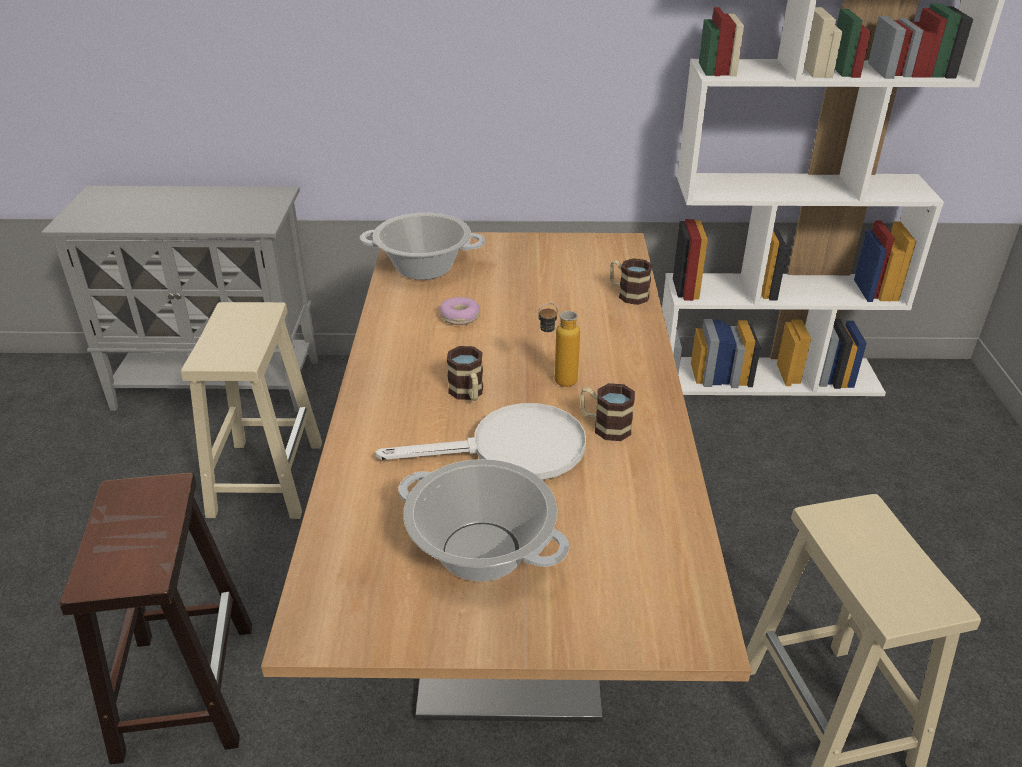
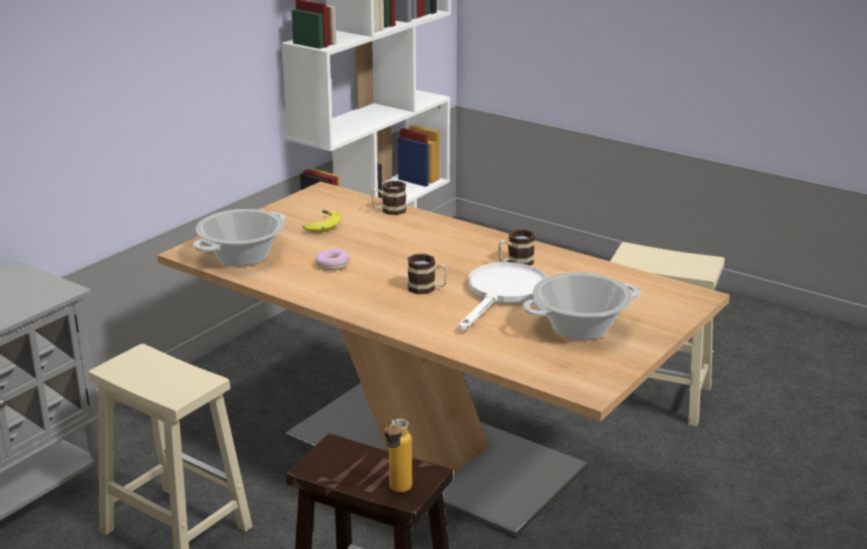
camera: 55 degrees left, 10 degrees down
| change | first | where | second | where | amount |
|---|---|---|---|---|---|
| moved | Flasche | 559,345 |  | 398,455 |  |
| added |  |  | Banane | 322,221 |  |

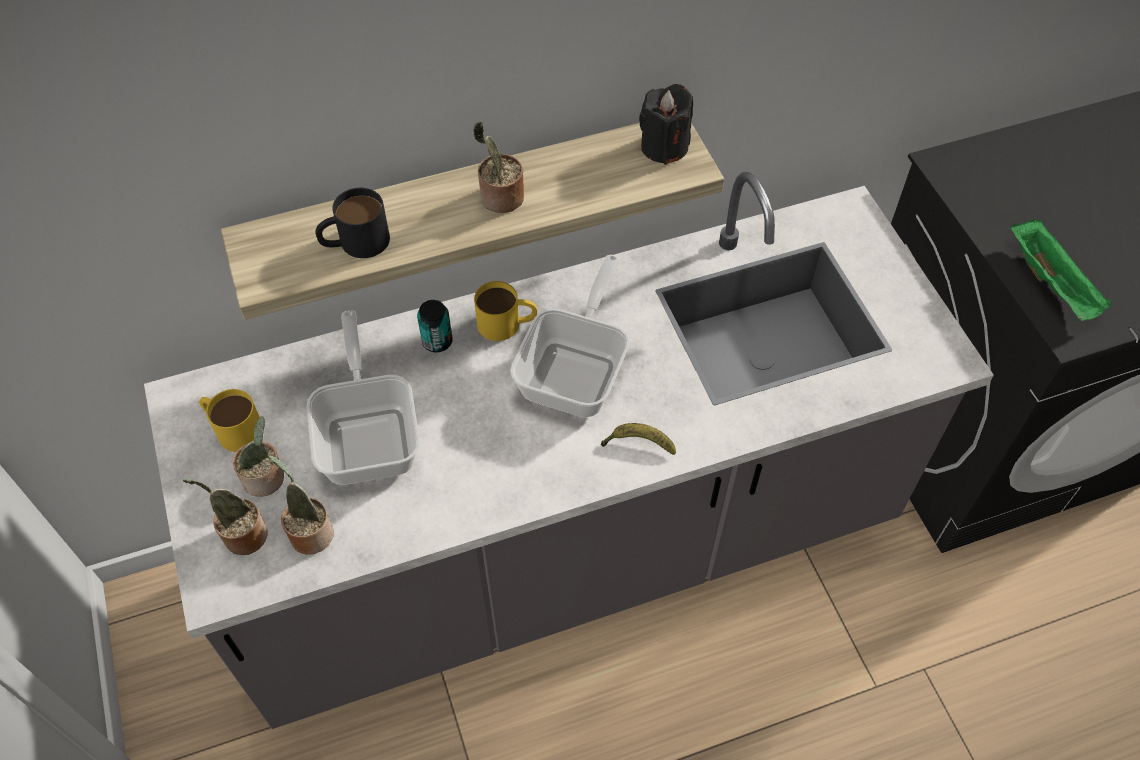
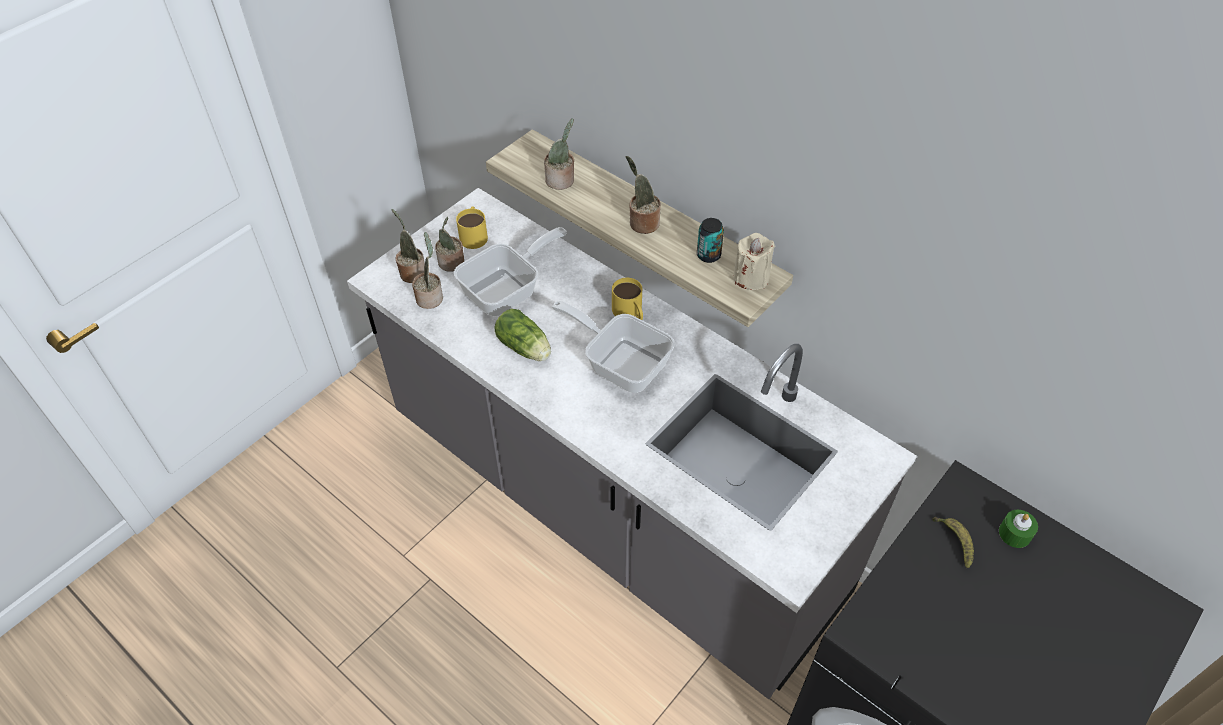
camera: 60 degrees right, 5 degrees down
| change | first | where | second | where | amount |
|---|---|---|---|---|---|
| replaced | Henkelbecher/schwarz | 352,223 | Topfpflanze | 559,154 |  |
| moved | Dose | 435,326 |  | 710,240 |  |
| turned | Pfanne | 570,336 |  | 613,347 | 135 degrees counterclockwise |
| moved | Banane | 638,439 |  | 953,542 |  |
| recoloured | Kerze/schwarz | 666,124 | Kerze/beige | 754,261 |  |
| removed | Tablett/grün | 1060,270 |  |  |  |
| added |  |  | Salatkopf | 522,335 |  |
| added |  |  | Kerze/grün | 1018,529 |  |

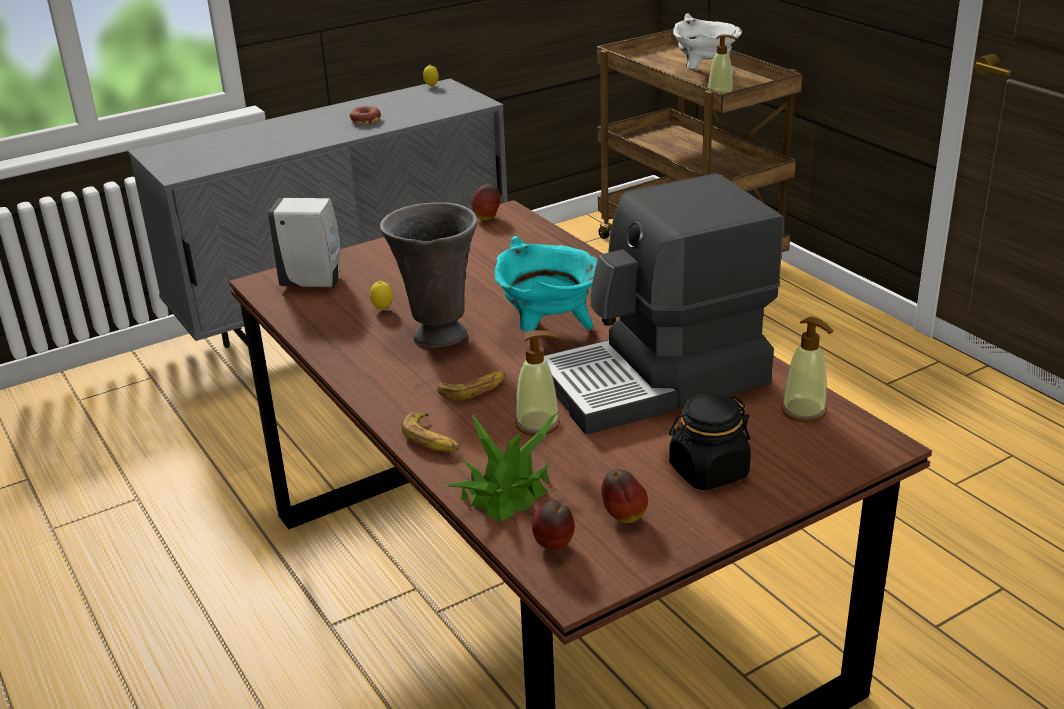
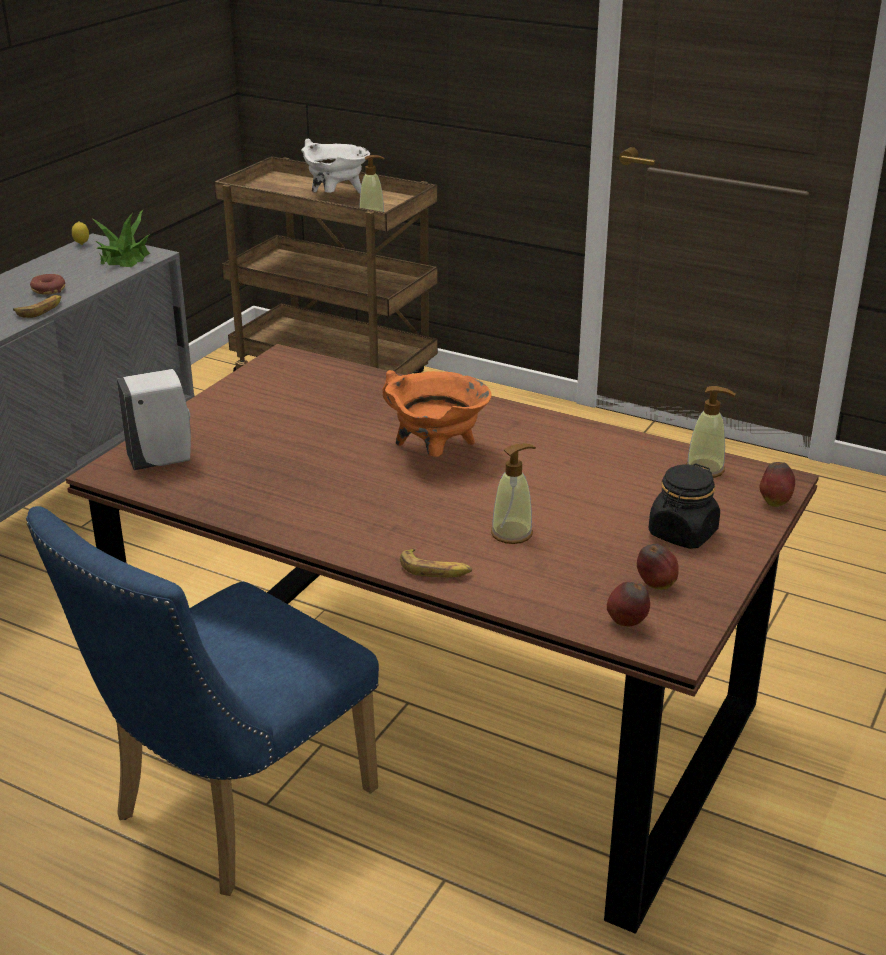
camera: 30 degrees left, 0 degrees up
| change | first | where | second | where | amount |
|---|---|---|---|---|---|
| removed | Zitrone | 381,295 |  |  |  |
| removed | Vase/grau | 428,274 |  |  |  |
| moved | Banane | 471,386 |  | 37,306 |  |
| moved | Topfpflanze | 500,467 |  | 121,238 |  |
| moved | Apfel | 486,202 |  | 777,484 |  |
| recoloured | Kochtopf/türkis | 546,284 | Kochtopf/orange | 437,413 |  |
| removed | Kaffeemaschine | 664,304 |  |  |  |
| added |  |  | Stuhl/blau | 202,701 |  |

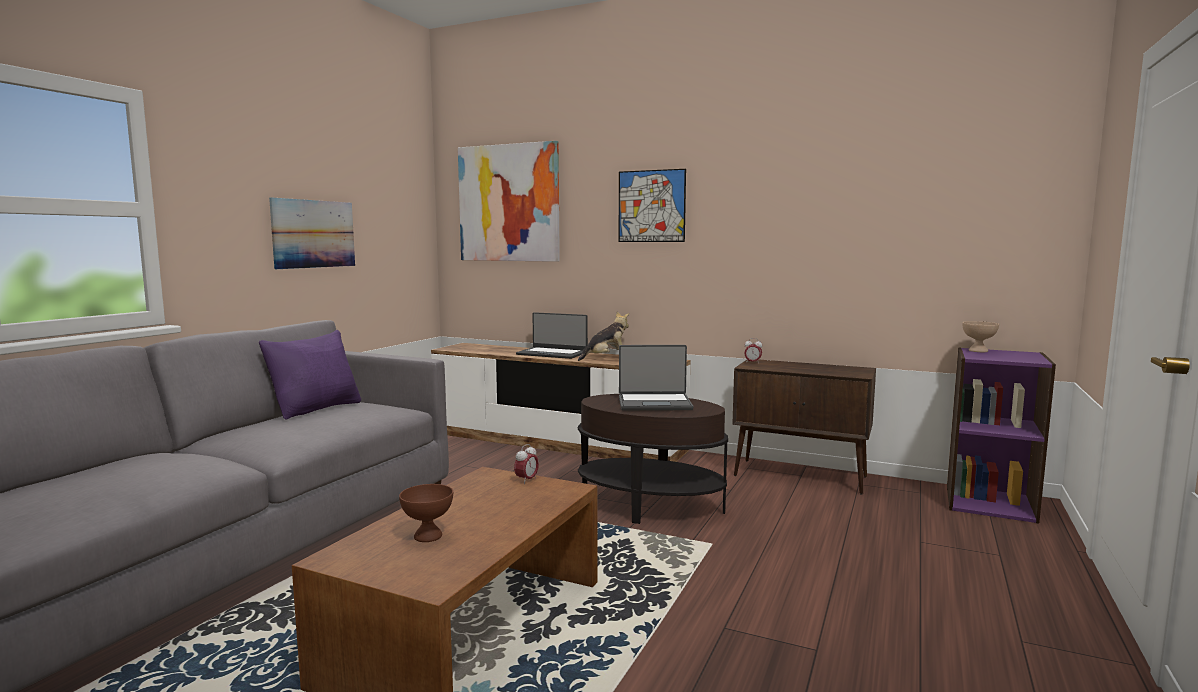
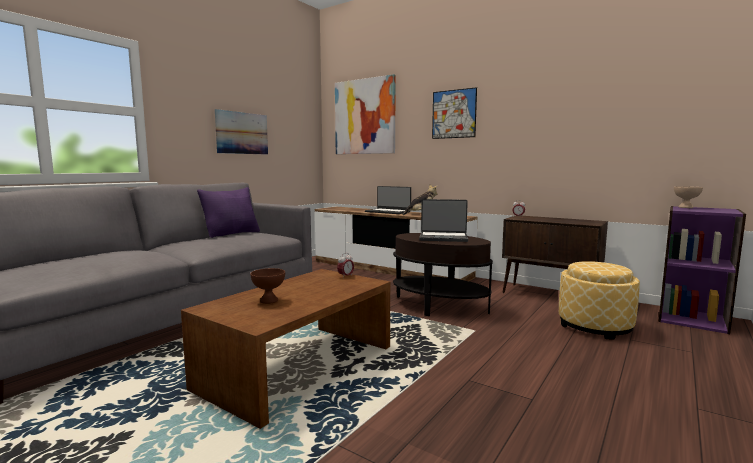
camera: 10 degrees right, 0 degrees up
| change | first | where | second | where | amount |
|---|---|---|---|---|---|
| added |  |  | Polsterhocker | 599,300 |  |

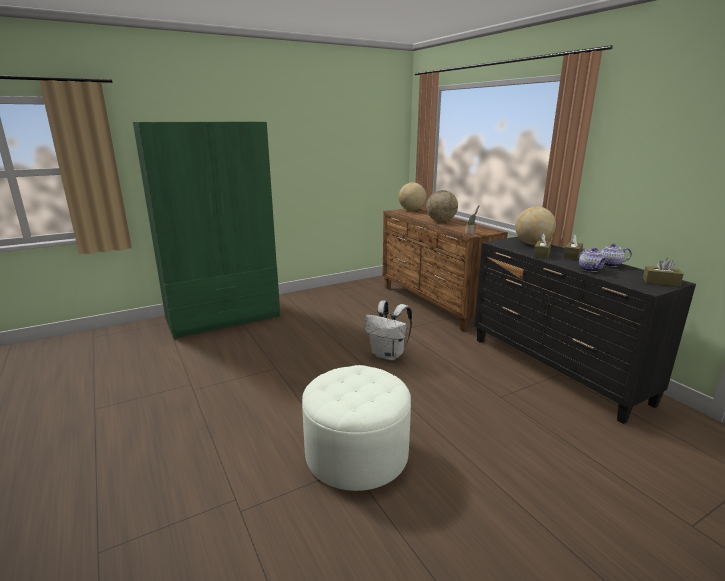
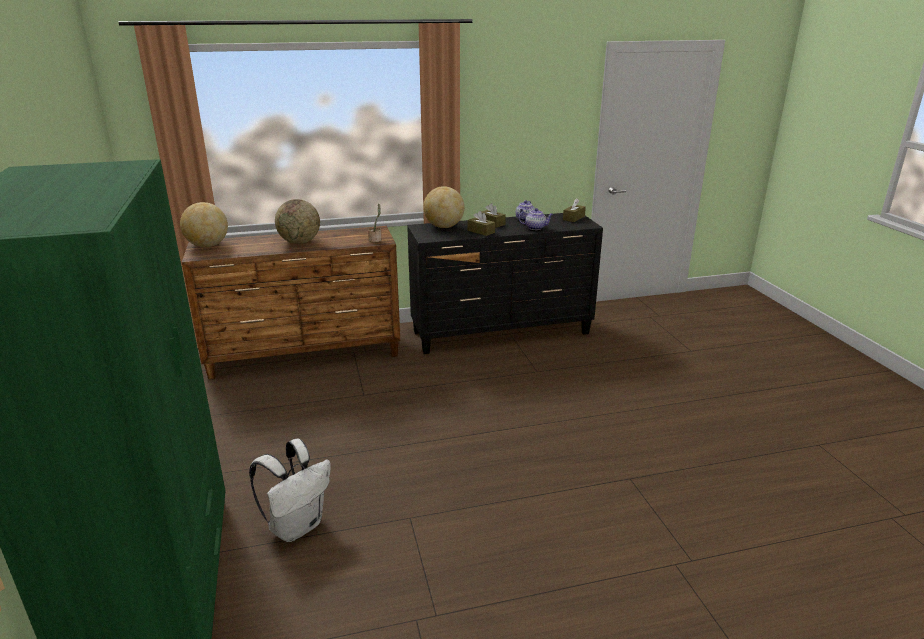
camera: 75 degrees left, 5 degrees up
| change | first | where | second | where | amount |
|---|---|---|---|---|---|
| removed | Polsterhocker/weiß | 356,428 |  |  |  |
| moved | Rucksack/weiß | 388,330 |  | 290,490 |  |

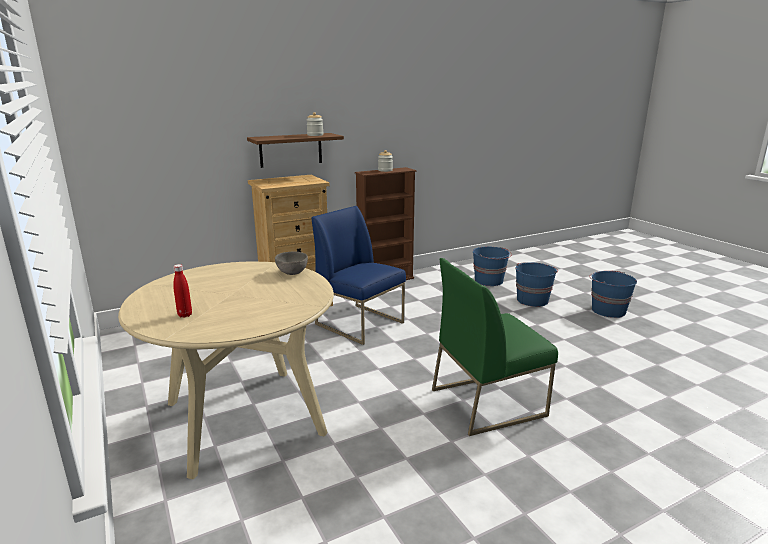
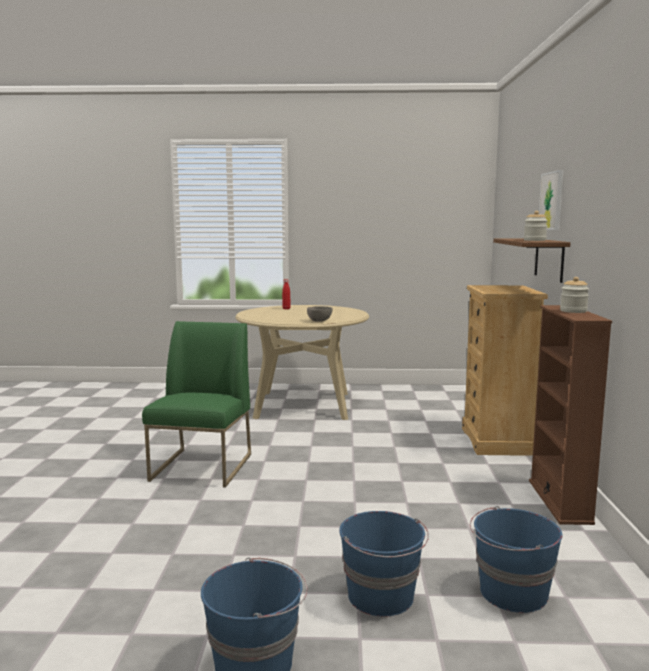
camera: 120 degrees right, 10 degrees down
| change | first | where | second | where | amount |
|---|---|---|---|---|---|
| removed | Stuhl/blau | 359,275 |  |  |  |
| added |  |  | Bild | 551,200 |  |

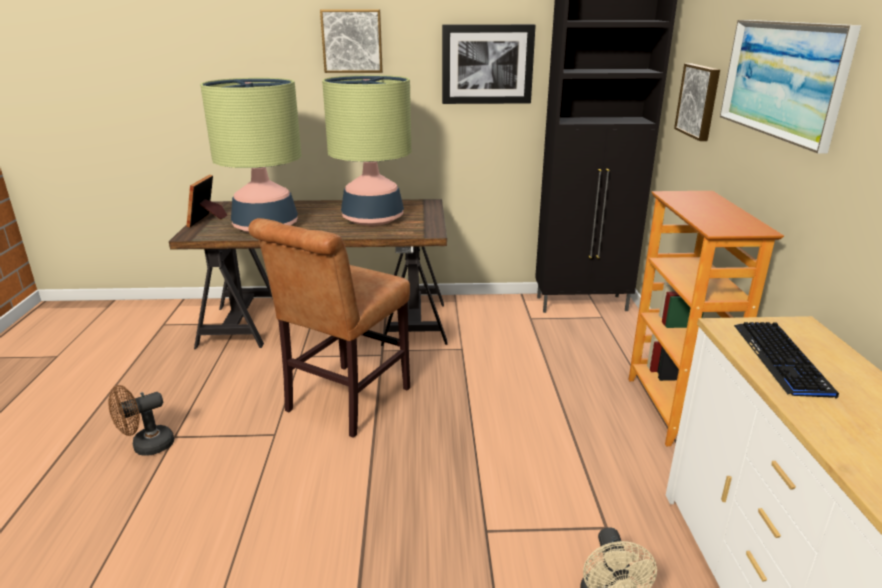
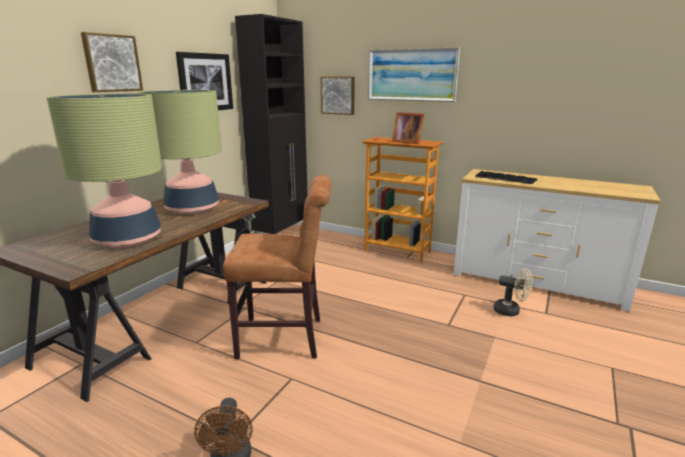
camera: 60 degrees left, 5 degrees down
| change | first | where | second | where | amount |
|---|---|---|---|---|---|
| moved | Bilderrahmen | 207,201 |  | 408,128 |  |
| turned | Stuhl/braun | 329,328 |  | 277,267 | 60 degrees counterclockwise |

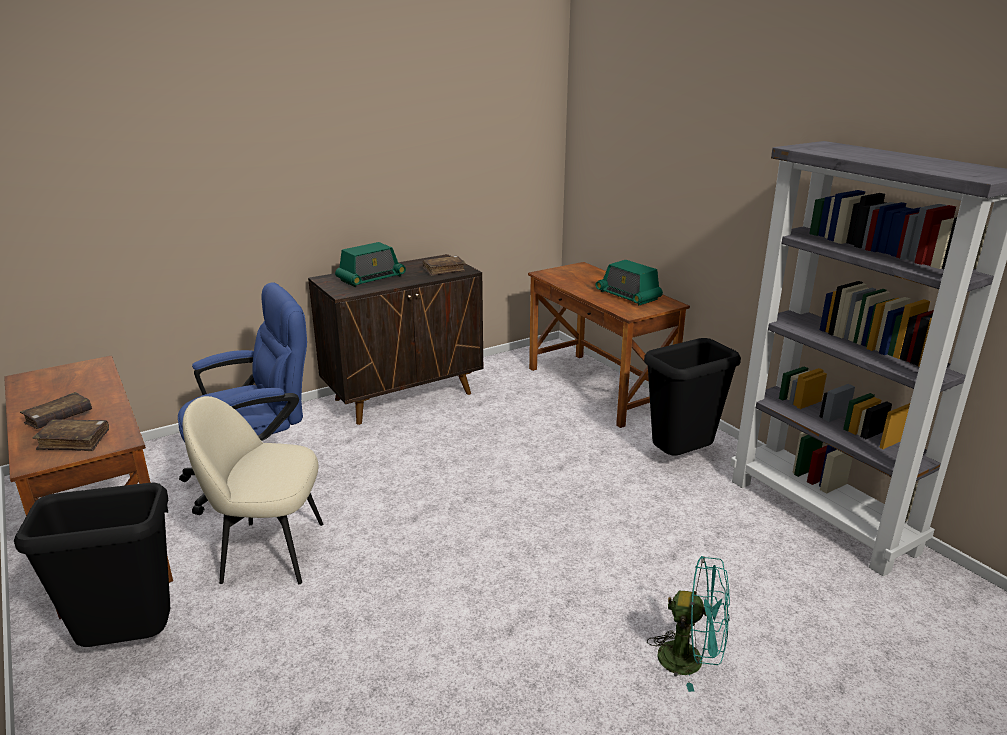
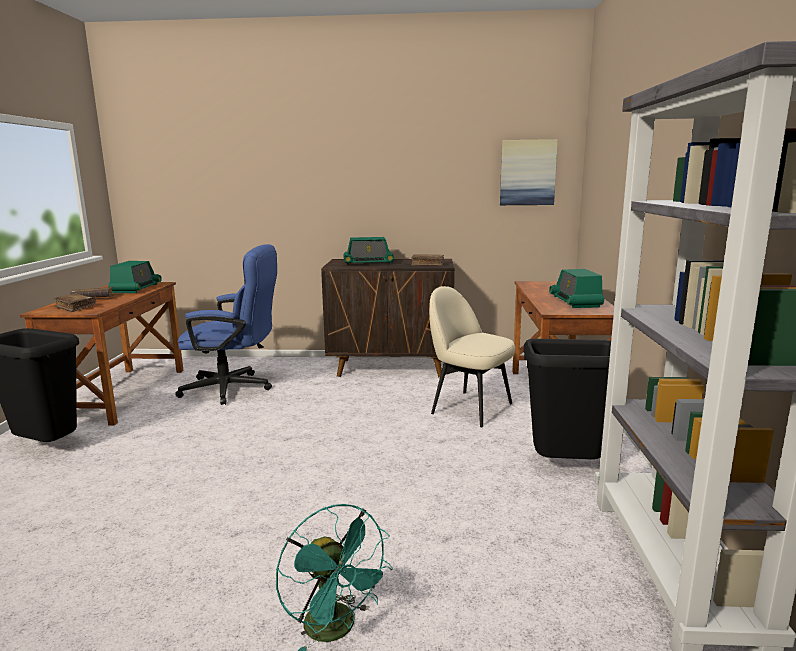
camera: 35 degrees right, 10 degrees down
| change | first | where | second | where | amount |
|---|---|---|---|---|---|
| moved | Stuhl/beige | 253,490 |  | 472,356 |  |
| added |  |  | Radio | 135,277 |  |
| added |  |  | Bild | 529,172 |  |

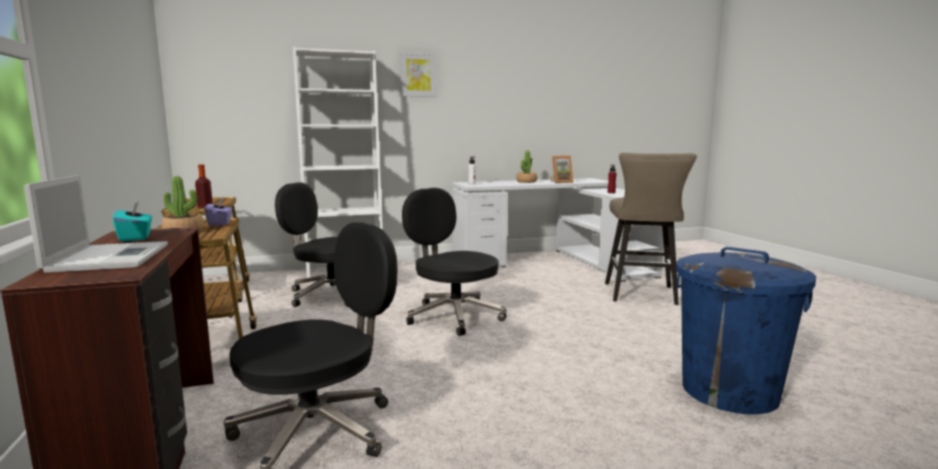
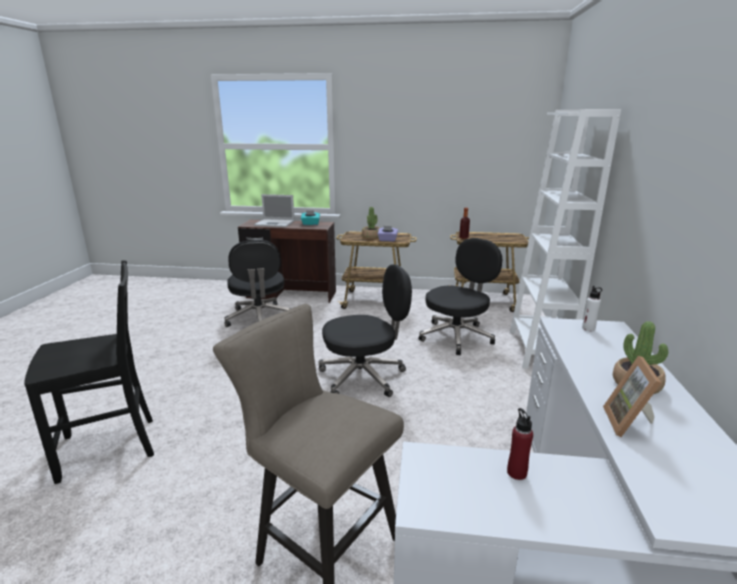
camera: 115 degrees right, 10 degrees up
| change | first | where | second | where | amount |
|---|---|---|---|---|---|
| removed | Bild | 418,74 |  |  |  |
| replaced | Mülleimer/blau | 746,330 | Stuhl/schwarz | 89,372 |  |

